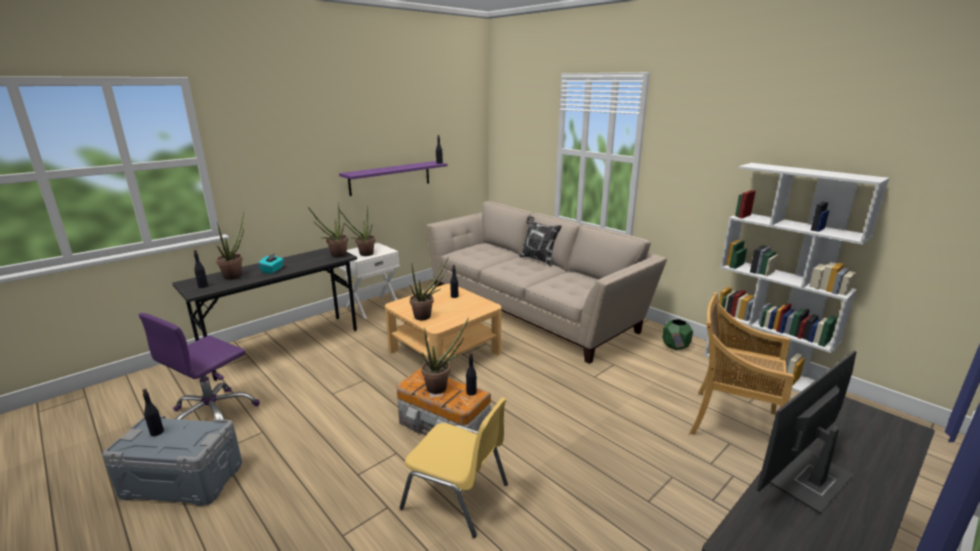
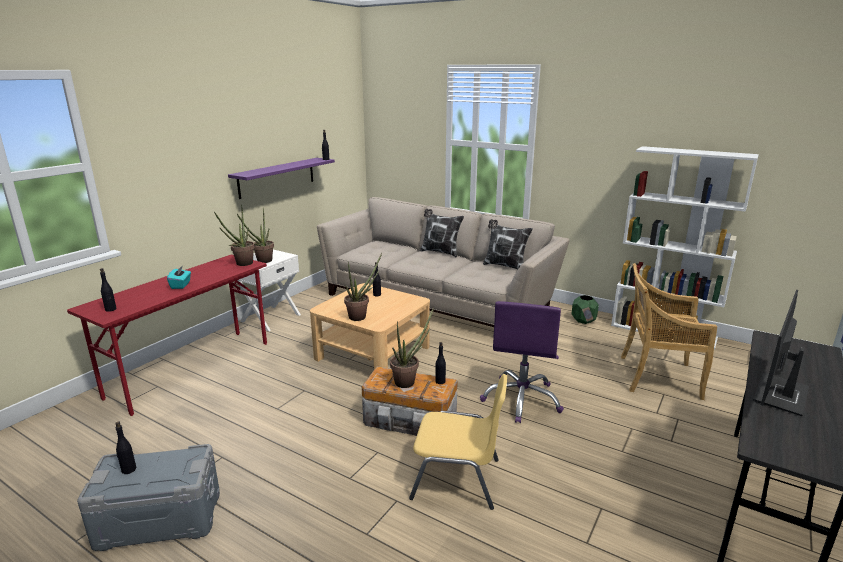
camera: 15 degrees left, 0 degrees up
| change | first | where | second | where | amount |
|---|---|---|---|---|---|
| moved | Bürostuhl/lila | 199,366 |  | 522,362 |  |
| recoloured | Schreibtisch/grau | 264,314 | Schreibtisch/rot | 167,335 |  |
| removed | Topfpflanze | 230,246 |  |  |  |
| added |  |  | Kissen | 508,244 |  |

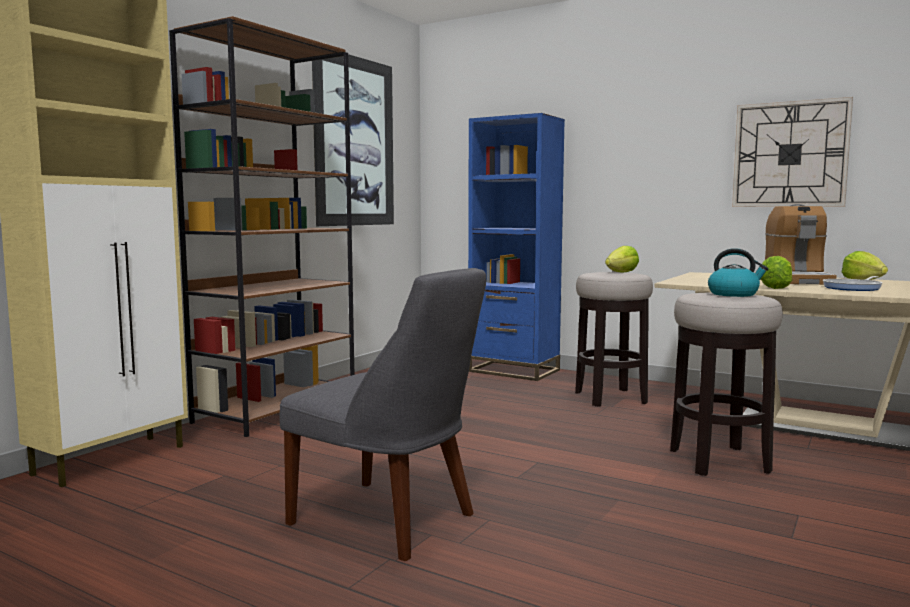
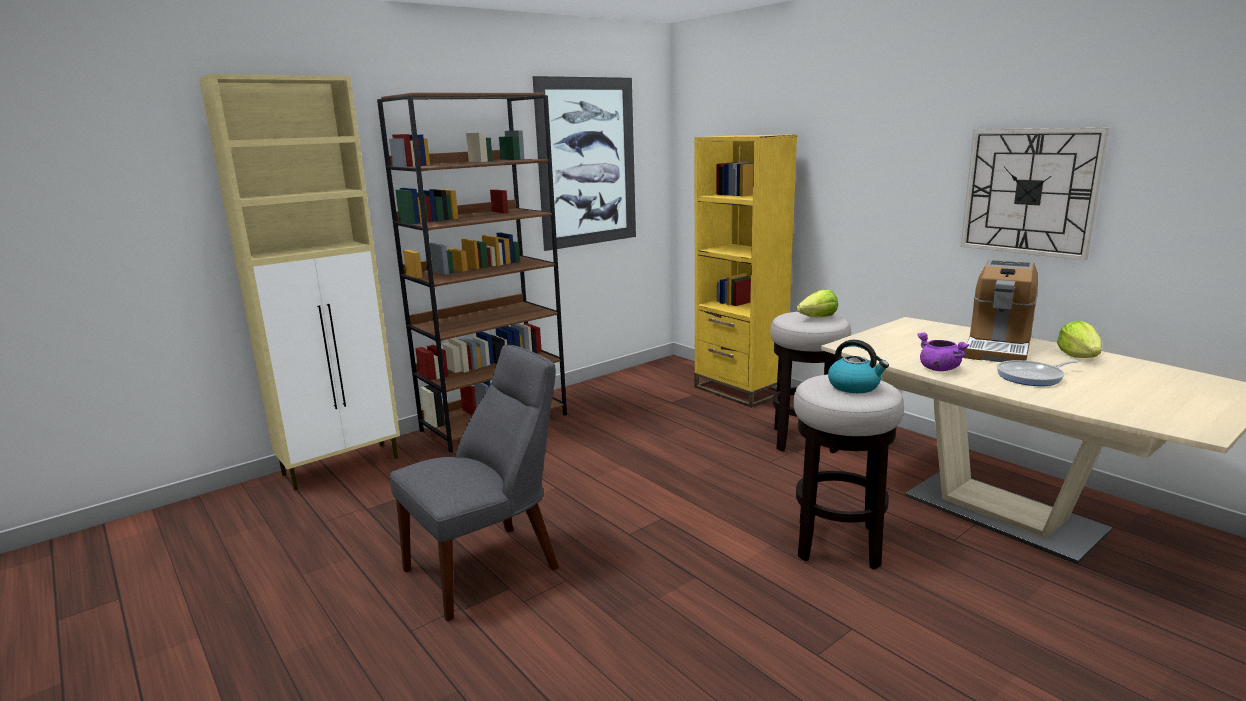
camera: 20 degrees right, 10 degrees up
| change | first | where | second | where | amount |
|---|---|---|---|---|---|
| turned | Stuhl/grau | 383,414 |  | 474,483 | 90 degrees counterclockwise |
| recoloured | Bücherregal/blau | 516,247 | Bücherregal/gelb | 745,271 |  |
| replaced | Salatkopf | 776,272 | Kochtopf/lila | 943,352 |  |

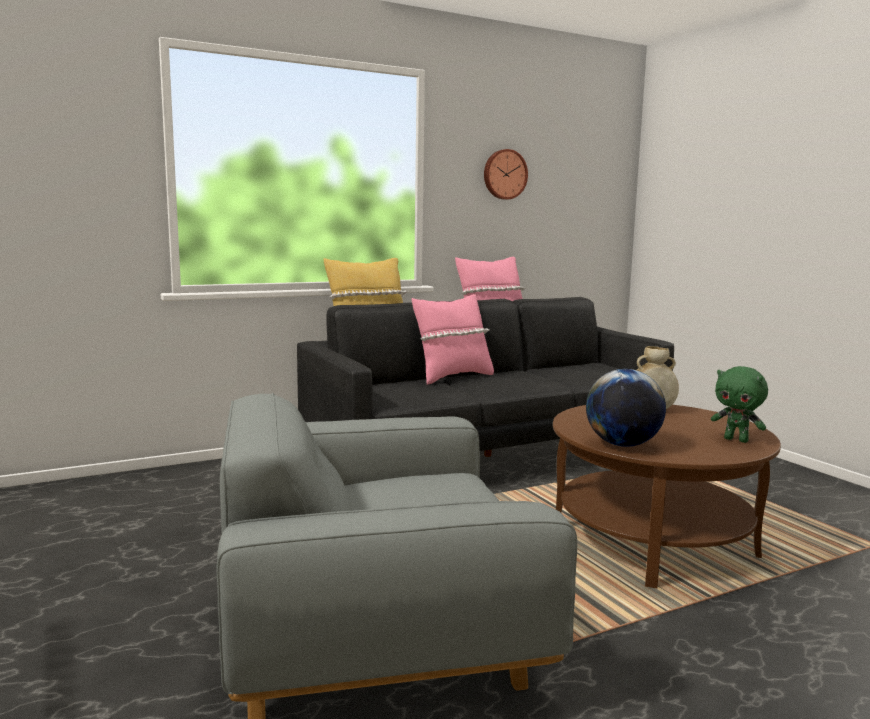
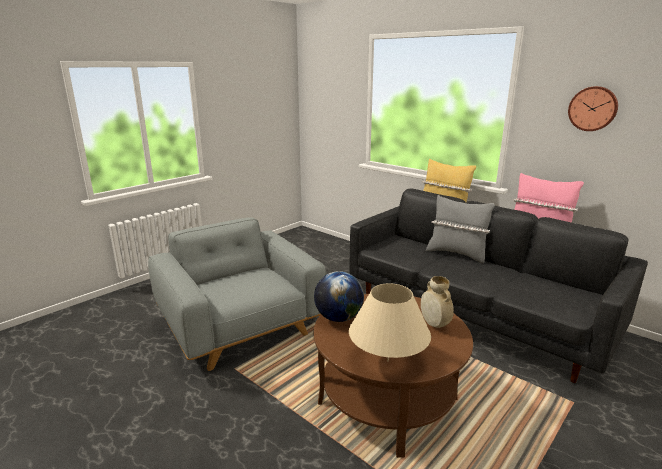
camera: 70 degrees right, 10 degrees up
| change | first | where | second | where | amount |
|---|---|---|---|---|---|
| recoloured | Kissen/rosa | 453,339 | Kissen/grau | 460,229 |  |
| replaced | Plüschtier/grün | 739,404 | Tischlampe/beige | 390,322 |  |

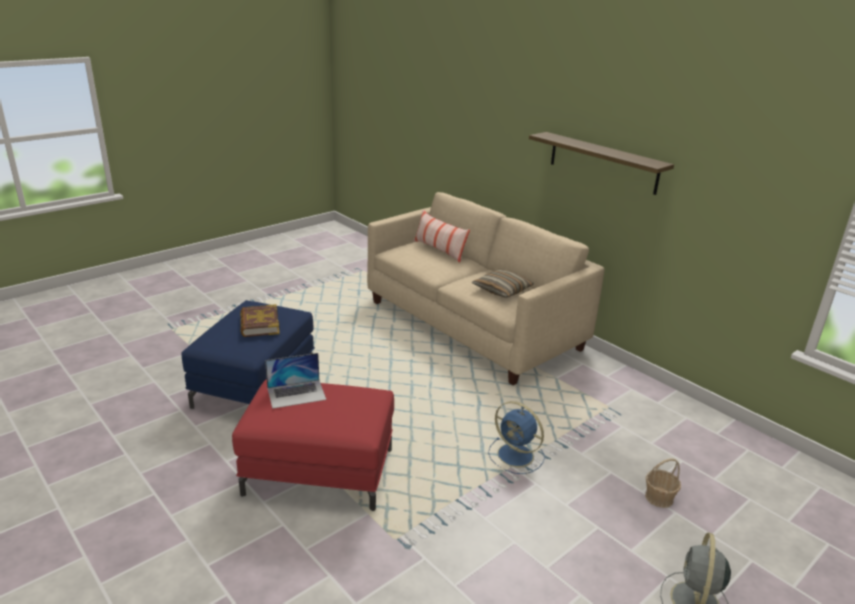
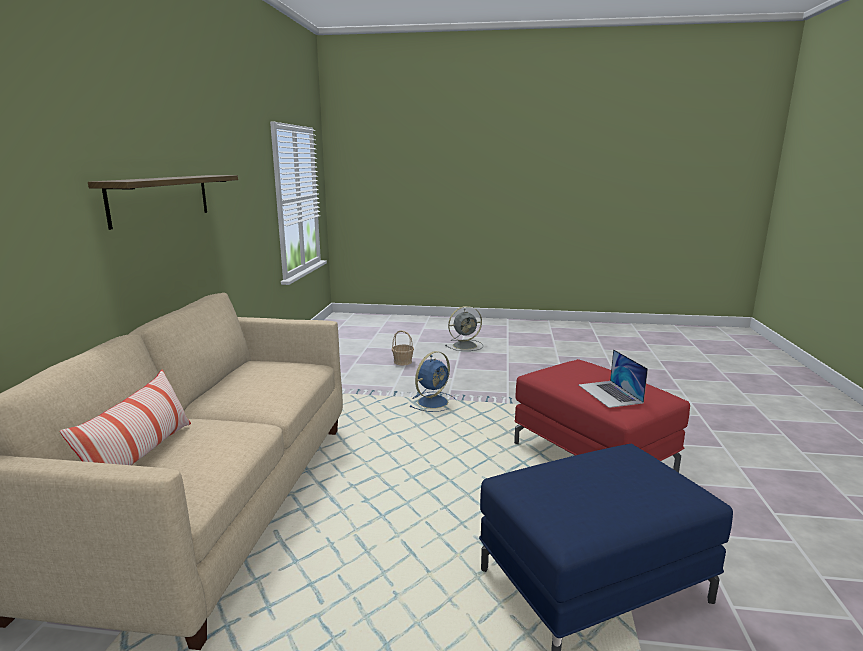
camera: 130 degrees left, 10 degrees down
| change | first | where | second | where | amount |
|---|---|---|---|---|---|
| removed | Buch | 260,320 |  |  |  |
| turned | Laptop | 295,381 |  | 613,378 | 135 degrees counterclockwise |
| removed | Kissen | 503,283 |  |  |  |
| turned | Ventilator/blau | 516,437 |  | 432,381 | 45 degrees clockwise |

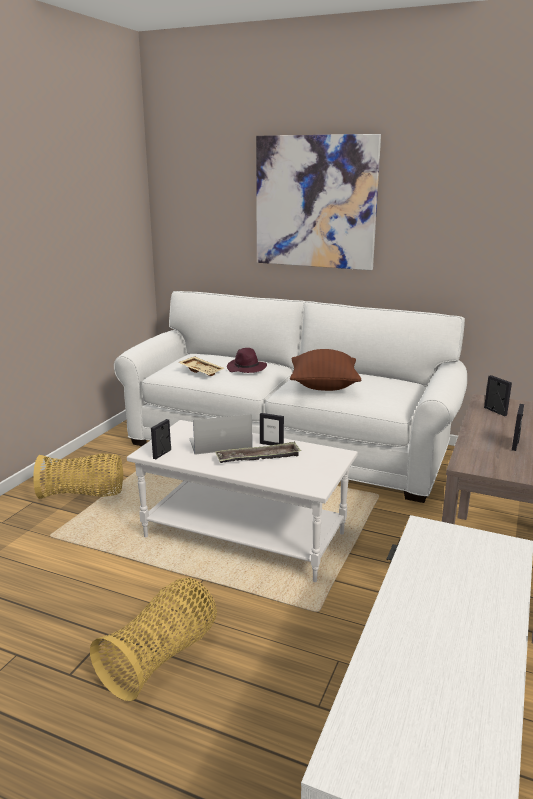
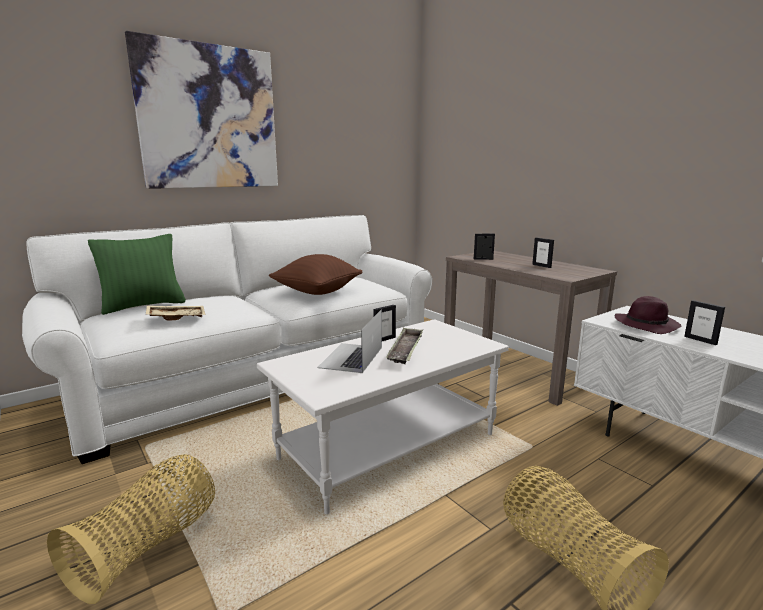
camera: 60 degrees left, 5 degrees down
| change | first | where | second | where | amount |
|---|---|---|---|---|---|
| moved | Bilderrahmen | 161,439 |  | 704,322 |  |
| moved | Hut/lila | 247,360 |  | 648,315 |  |
| added |  |  | Kissen/grün | 137,274 |  |

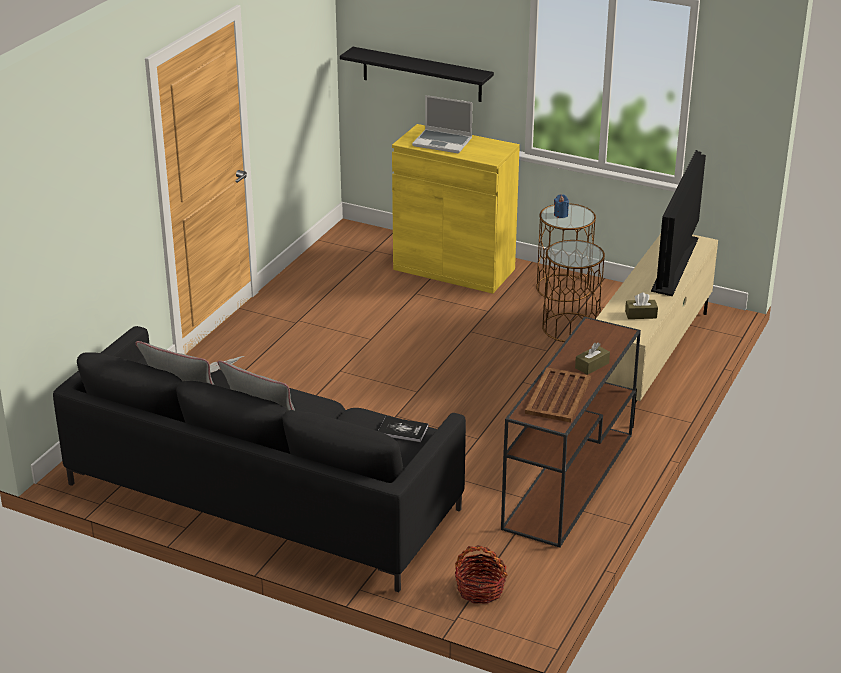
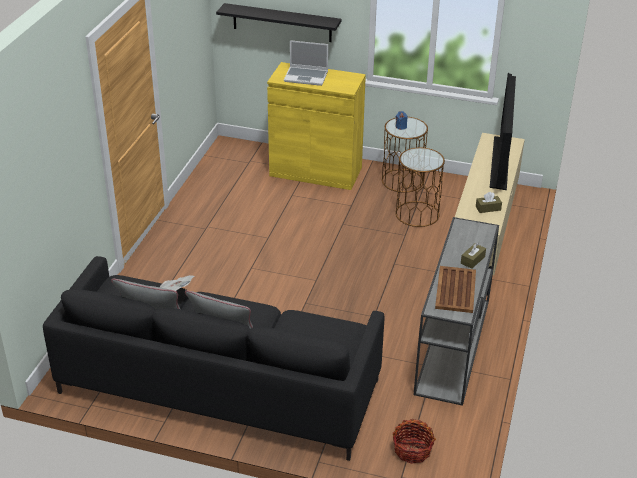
camera: 10 degrees left, 5 degrees up
| change | first | where | second | where | amount |
|---|---|---|---|---|---|
| removed | Buch | 403,429 |  |  |  |
| recoloured | Konsolentisch/braun | 571,432 | Konsolentisch/grau | 456,311 |  |

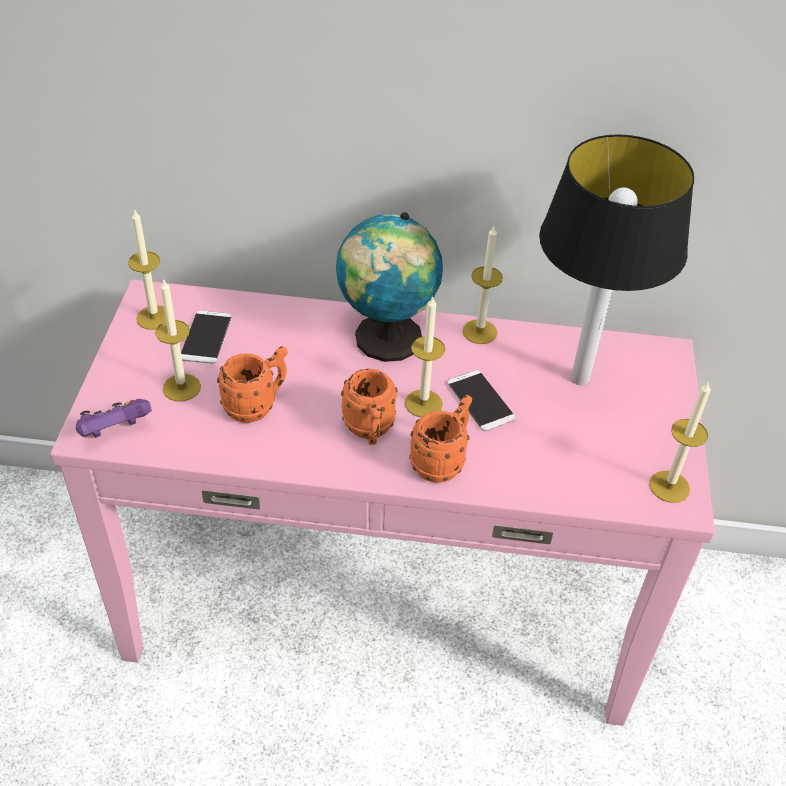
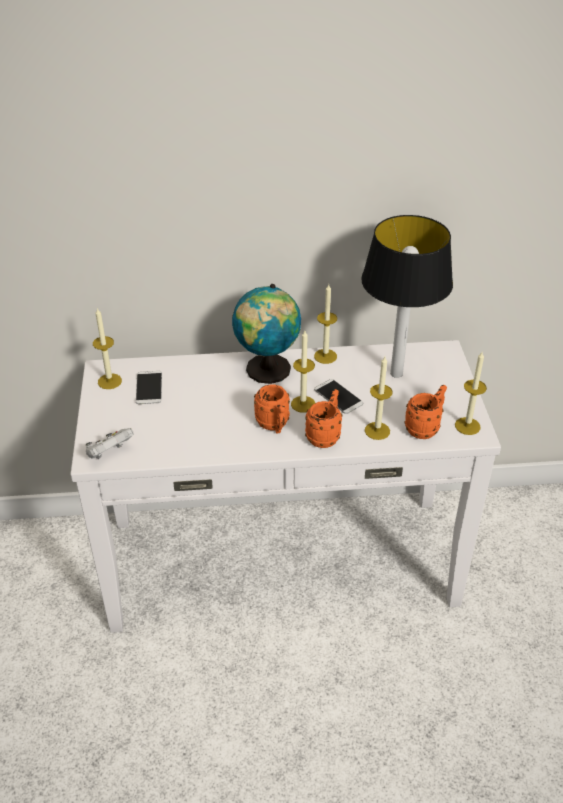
camera: 10 degrees left, 5 degrees down
| change | first | where | second | where | amount |
|---|---|---|---|---|---|
| recoloured | Konsolentisch/rosa | 382,502 | Konsolentisch/weiß | 286,486 |  |
| recoloured | Gamepad/lila | 114,418 | Gamepad/weiß | 110,443 |  |
| moved | Kerze | 178,339 |  | 379,398 |  |
| moved | Henkelbecher/orange | 252,384 |  | 426,412 |  |

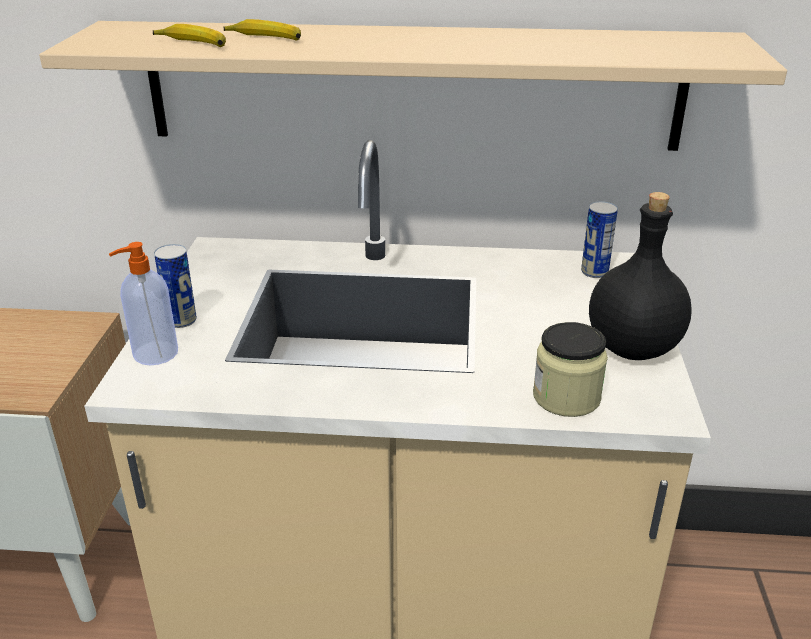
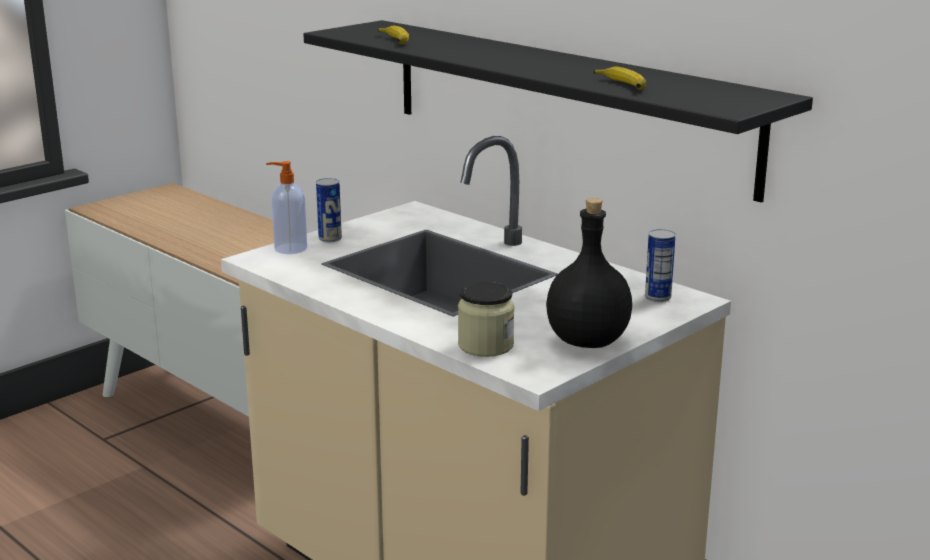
camera: 40 degrees right, 10 degrees down
| change | first | where | second | where | amount |
|---|---|---|---|---|---|
| recoloured | Wandregal/beige | 413,86 | Wandregal/schwarz | 558,111 |  |
| moved | Banane | 262,30 |  | 620,78 |  |

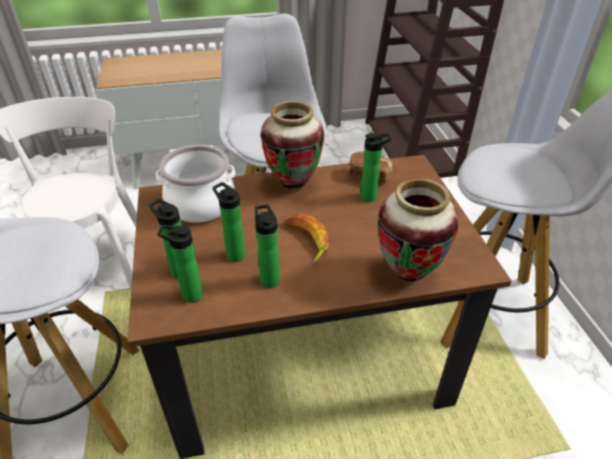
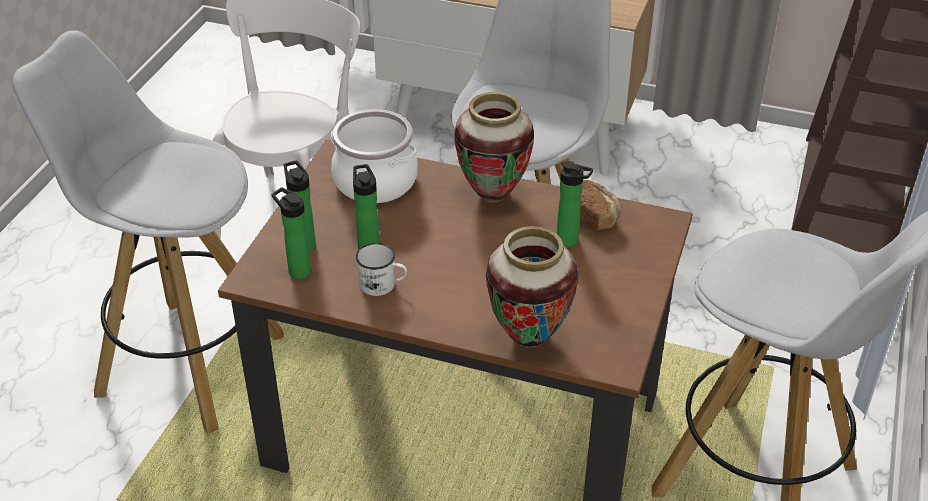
camera: 30 degrees right, 0 degrees up
| change | first | where | second | where | amount |
|---|---|---|---|---|---|
| replaced | Flasche | 267,246 | Henkelbecher/weiß | 381,269 |  |
| removed | Banane | 306,239 |  |  |  |

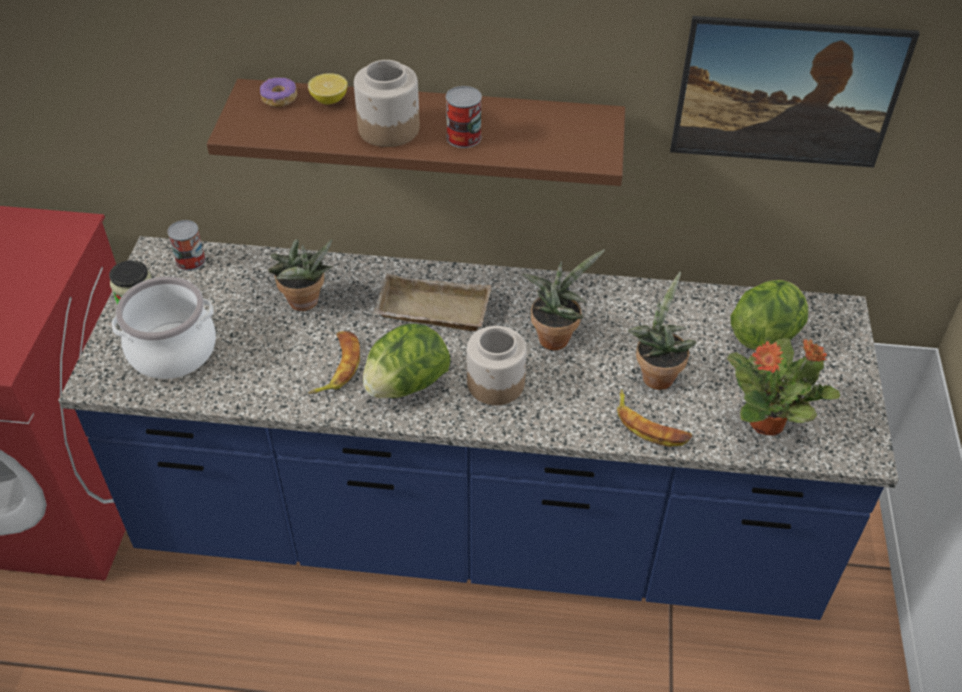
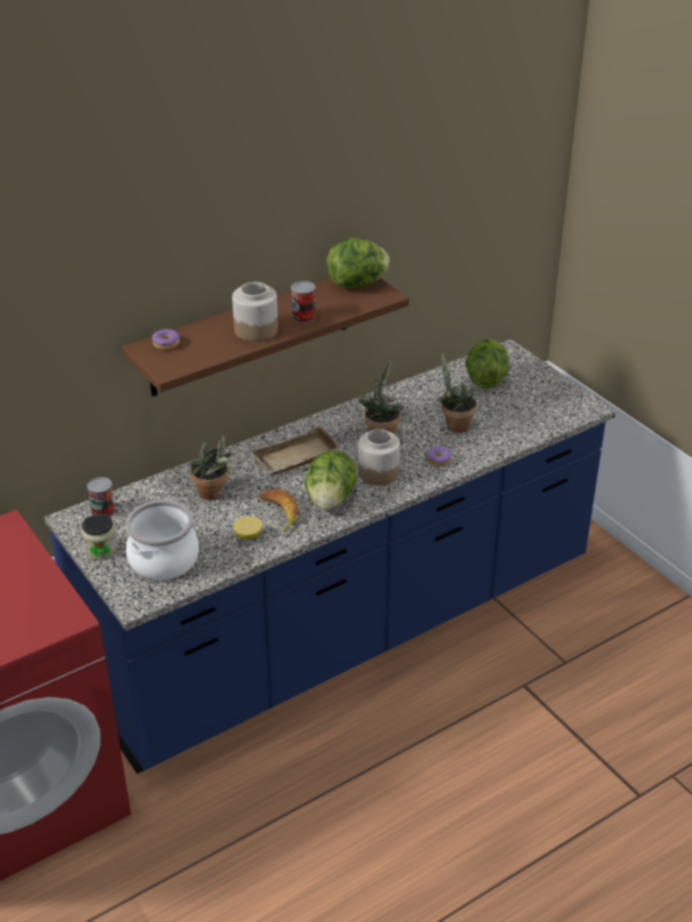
camera: 40 degrees left, 10 degrees down
| change | first | where | second | where | amount |
|---|---|---|---|---|---|
| moved | Zitrone | 328,89 |  | 247,528 |  |
| removed | Banane | 655,418 |  |  |  |
| removed | Bild | 795,92 |  |  |  |
| removed | Topfpflanze | 783,387 |  |  |  |
| added |  |  | Salatkopf | 358,263 |  |
| added |  |  | Donut | 439,456 |  |

